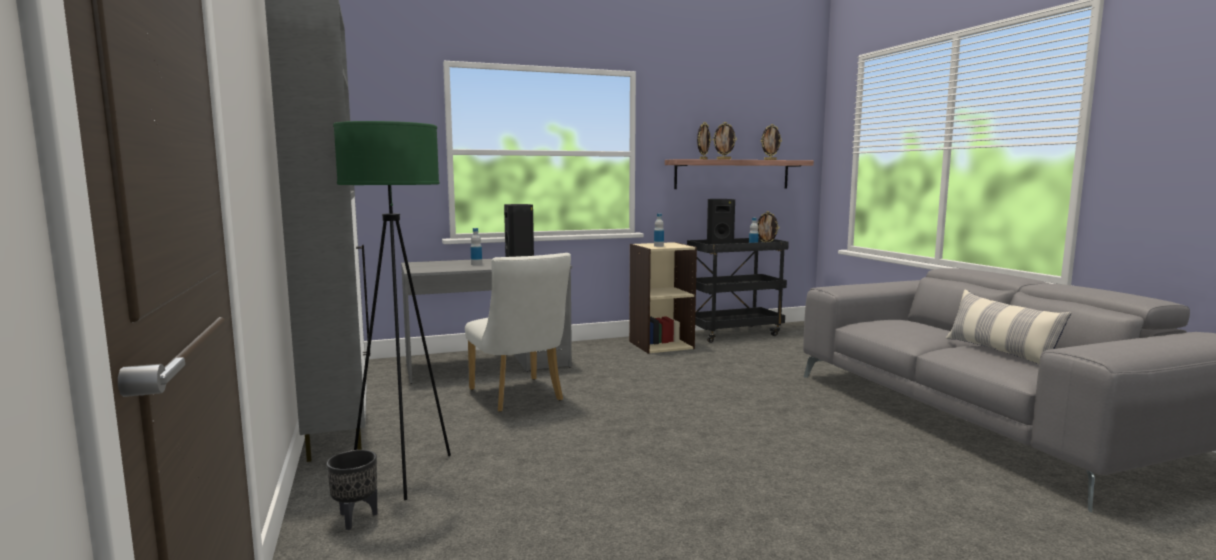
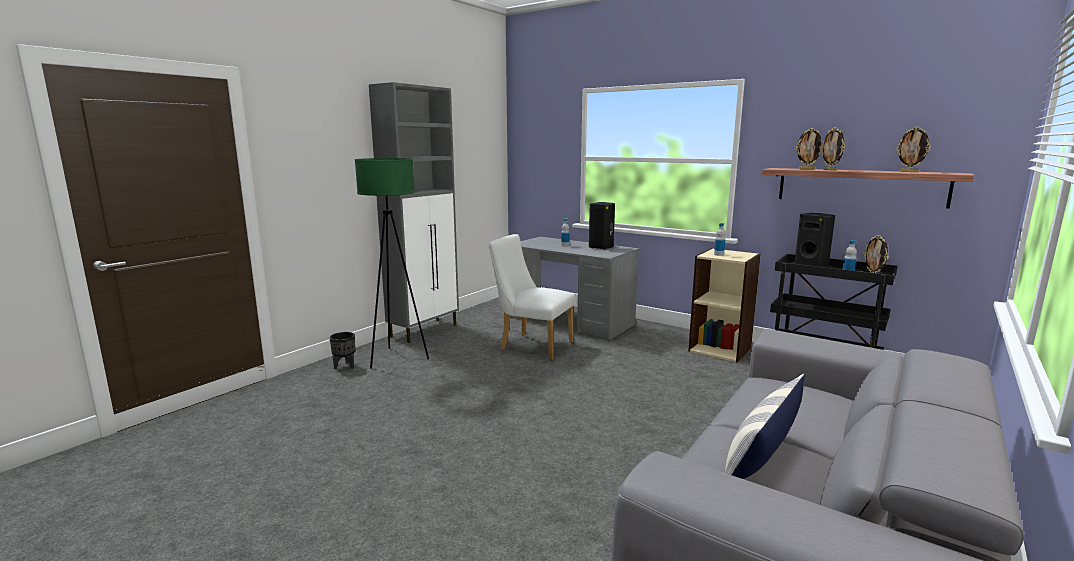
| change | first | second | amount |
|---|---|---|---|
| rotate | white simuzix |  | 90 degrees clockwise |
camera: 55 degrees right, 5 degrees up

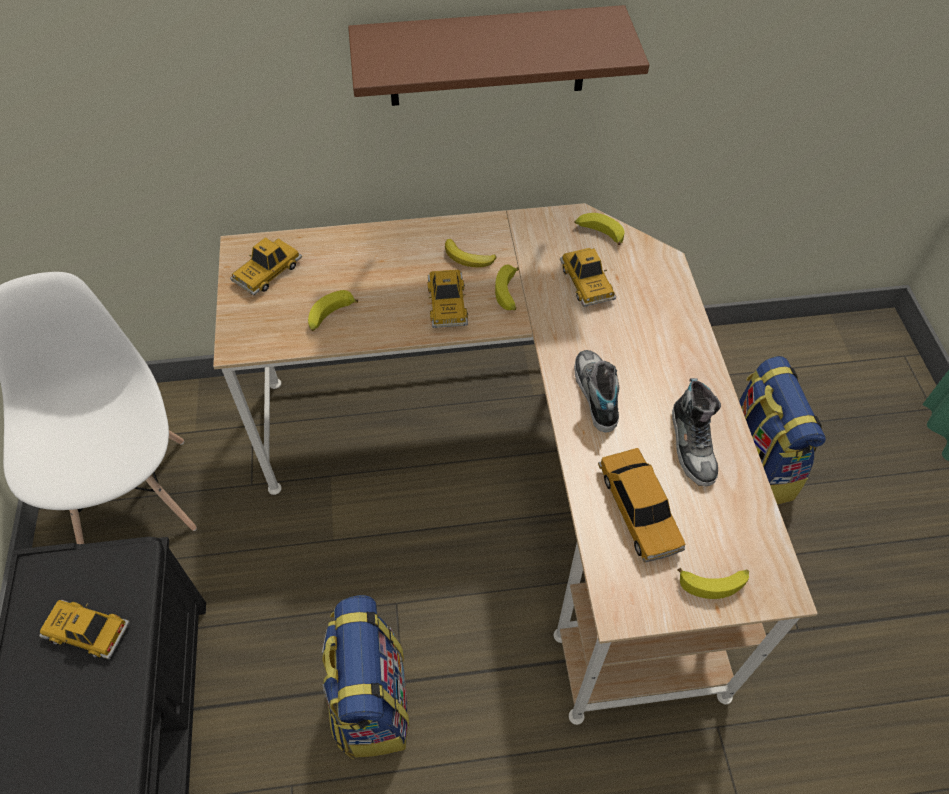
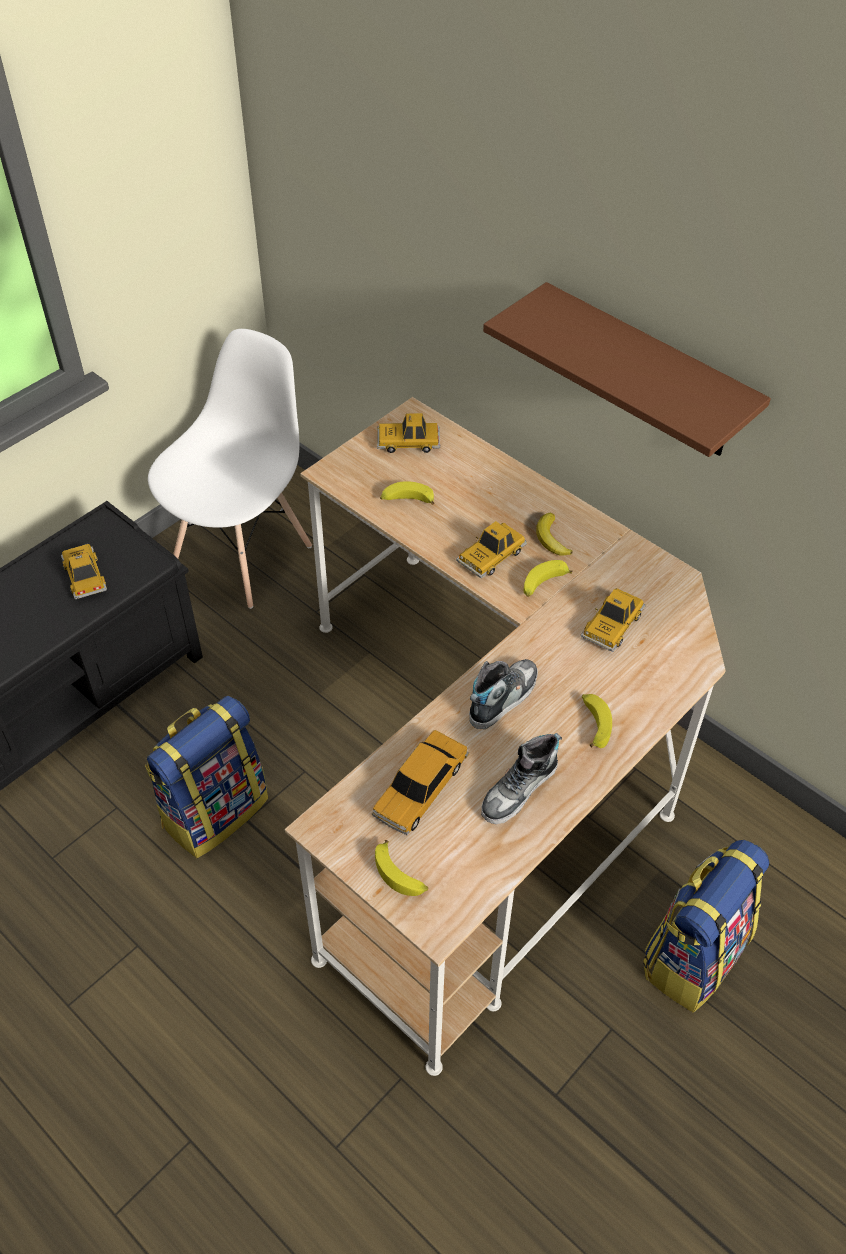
| change | first | second | amount |
|---|---|---|---|
| move | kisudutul (4th from left in the first image) | kisudutul (5th from left) |  |
camera: 50 degrees right, 5 degrees down

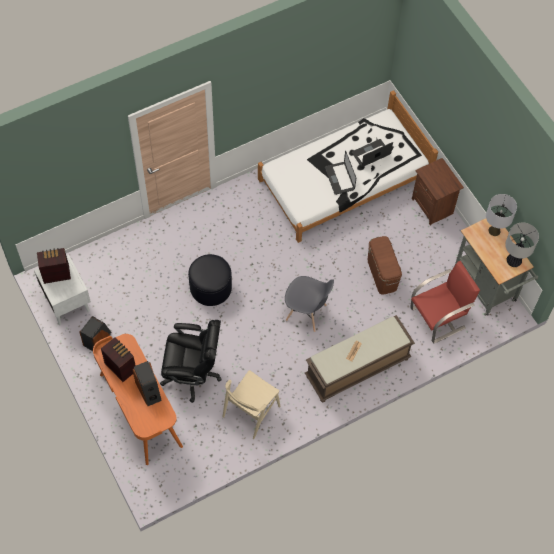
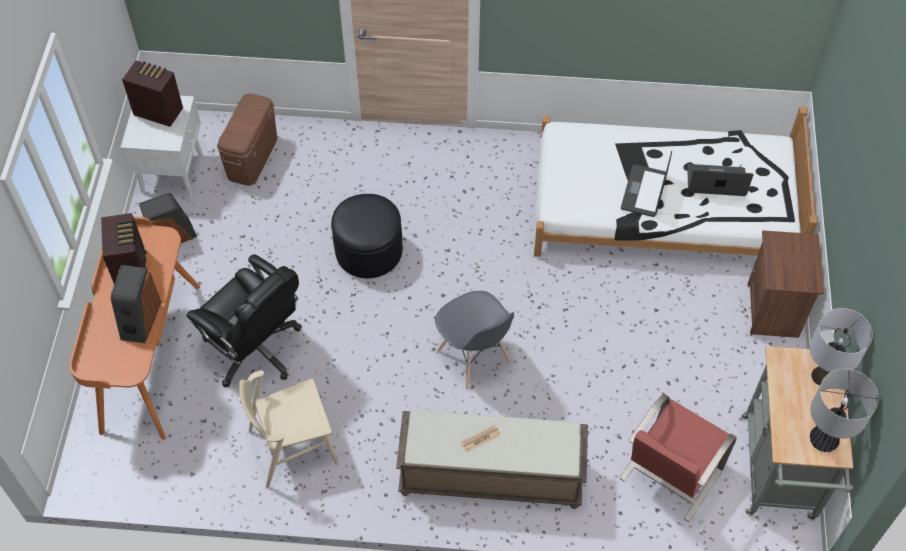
| change | first | second | amount |
|---|---|---|---|
| move | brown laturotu |  |  |
| rotate | red simuzix |  | 120 degrees clockwise |
camera: 35 degrees right, 5 degrees down

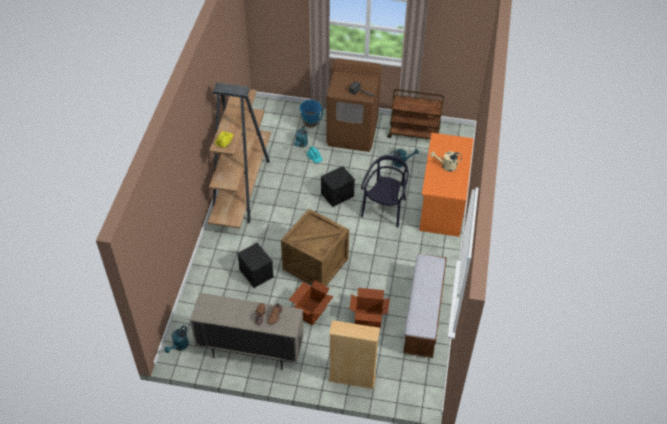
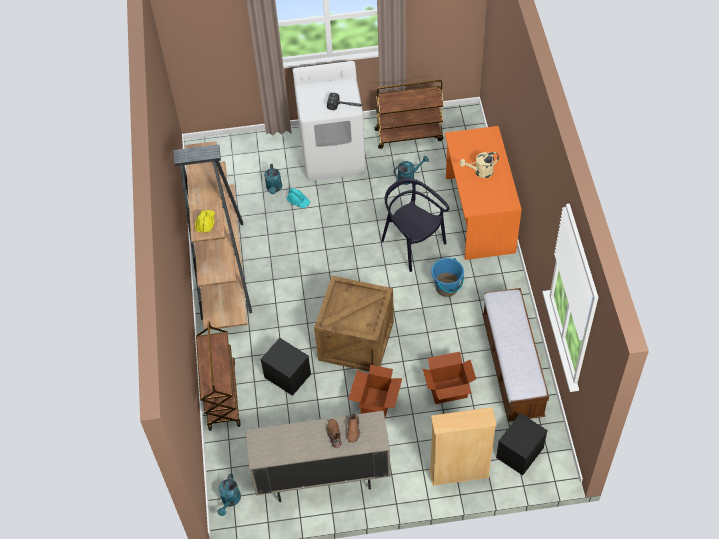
| change | first | second | amount |
|---|---|---|---|
| insert |  | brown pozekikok (1st from left) |  |
| move | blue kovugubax |  |  |
| move | black laturotu (2nd from left) |  |  |
| recolor | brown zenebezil | white zenebezil |  |
| rotate | black simuzix |  | 45 degrees counterclockwise |
camera: 15 degrees left, 5 degrees up

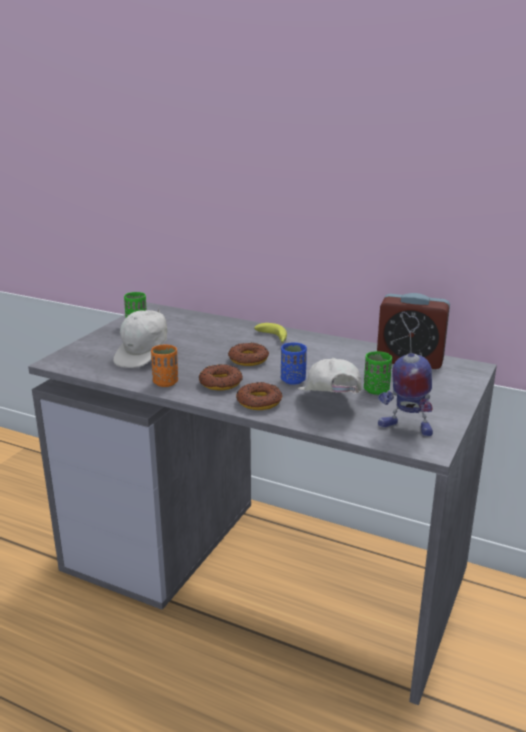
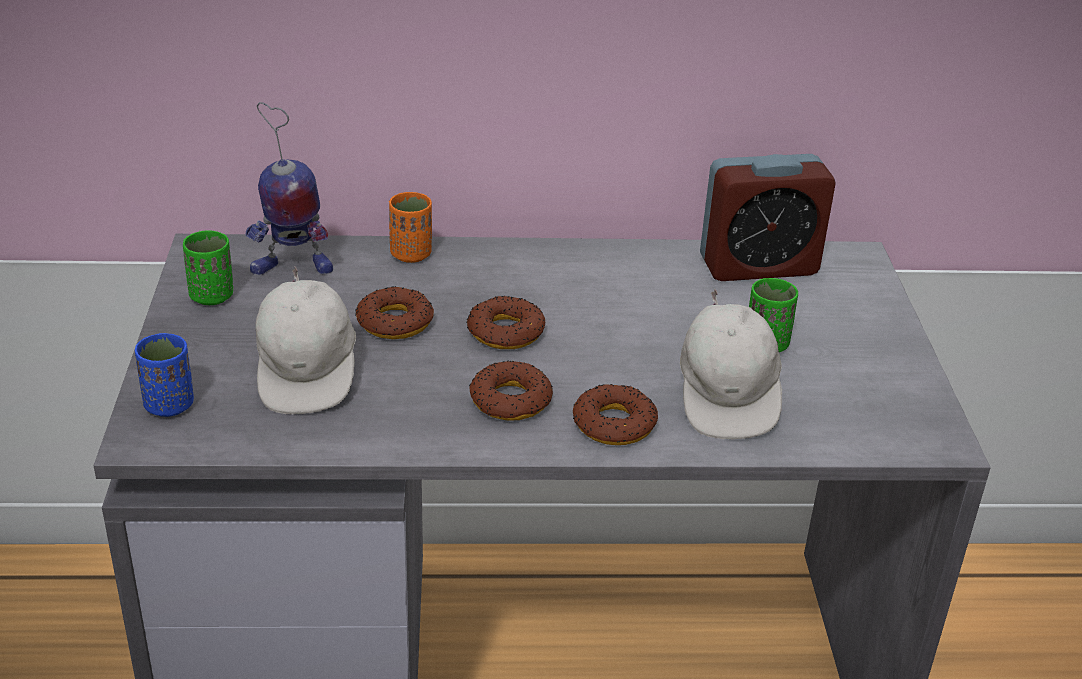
| change | first | second | amount |
|---|---|---|---|
| delete | kisudutul |  |  |
| insert |  | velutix (1st from left) |  |
| move | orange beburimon |  |  |
| move | blue beburimon |  |  |
| move | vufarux |  |  |
| rotate | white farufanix (2nd from left) |  | 135 degrees counterclockwise |
camera: 30 degrees left, 10 degrees up

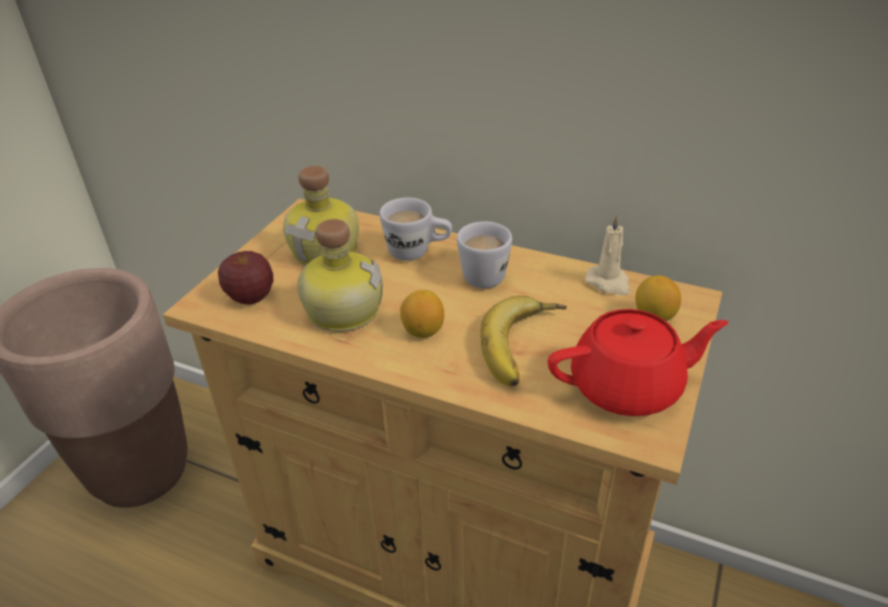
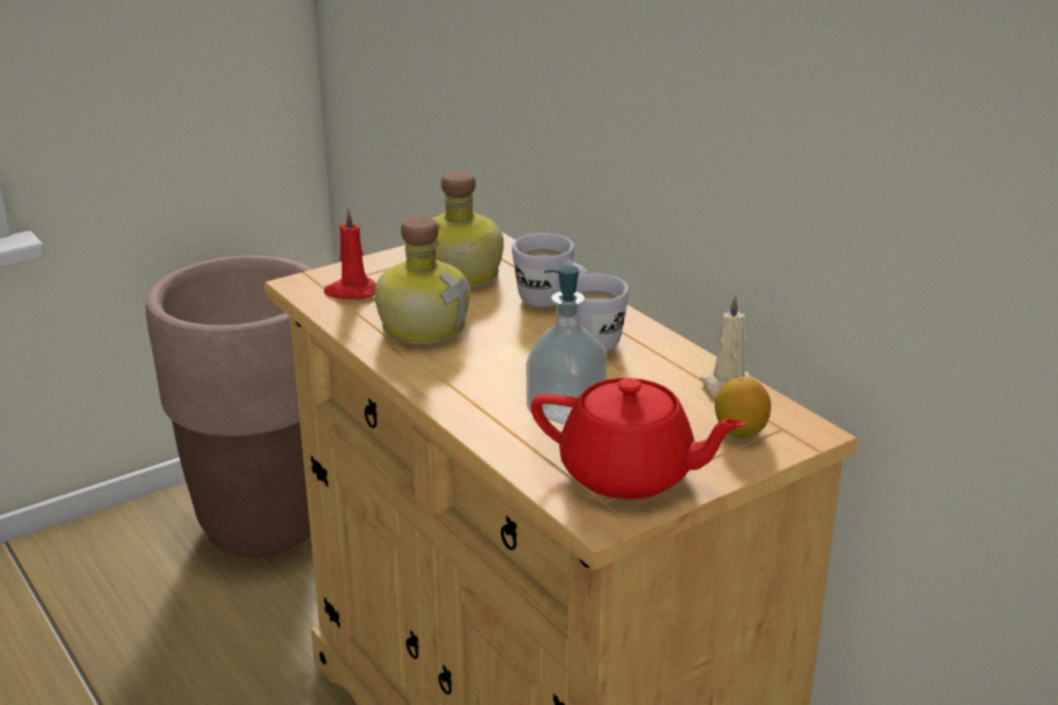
| change | first | second | amount |
|---|---|---|---|
| delete | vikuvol (1st from left) |  |  |
| replace | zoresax | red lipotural |  |
| replace | kisudutul | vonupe |  |
camera: 30 degrees right, 10 degrees down

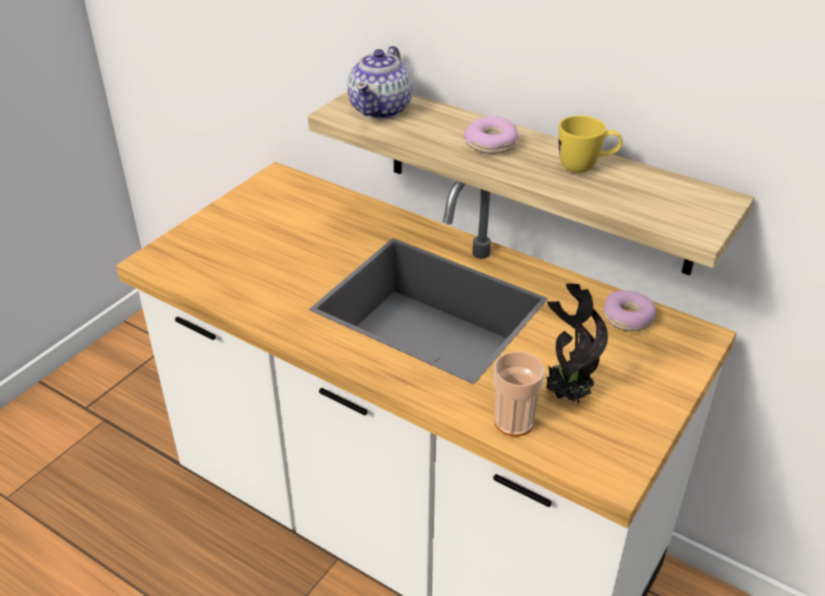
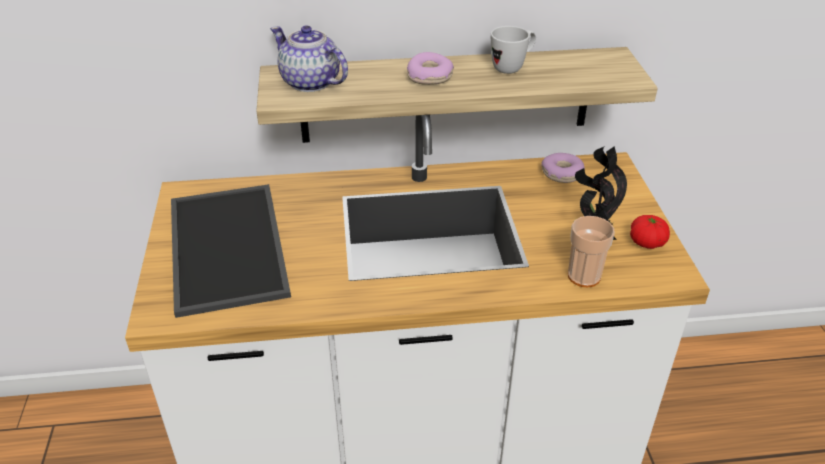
| change | first | second | amount |
|---|---|---|---|
| insert |  | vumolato |  |
| insert |  | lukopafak |  |
| recolor | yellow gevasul | white gevasul |  |
| rotate | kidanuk |  | 150 degrees clockwise |
camera: 40 degrees left, 0 degrees up

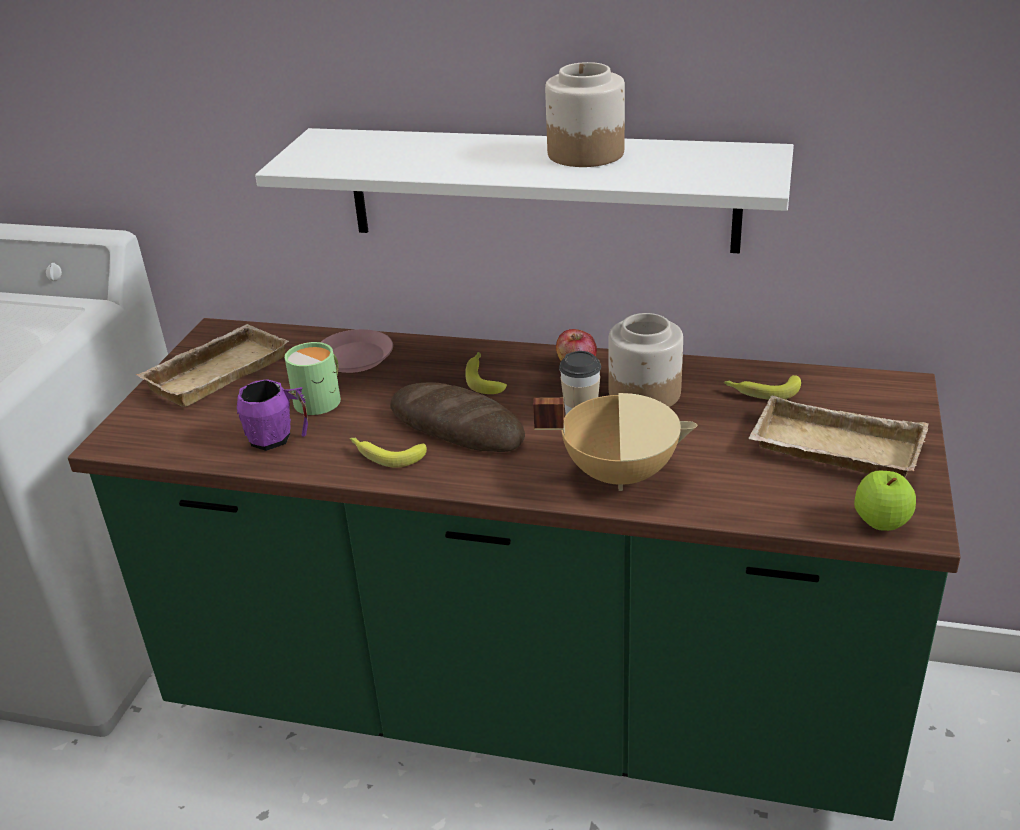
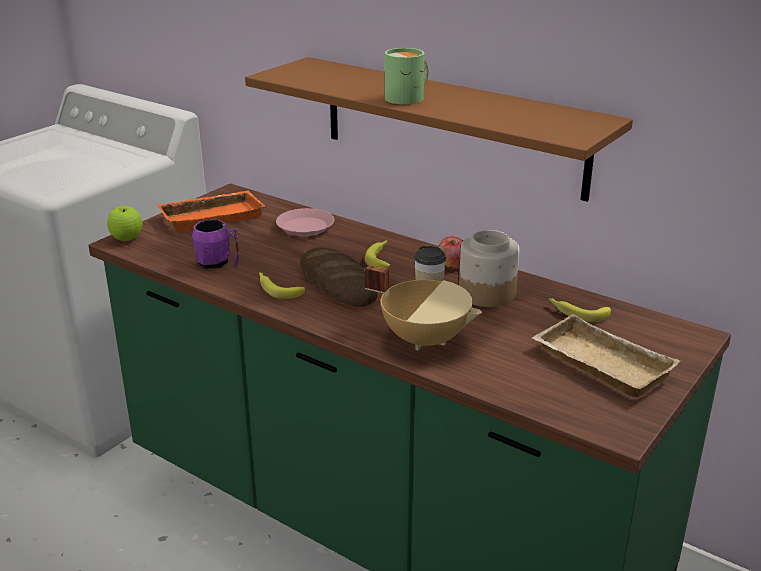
| change | first | second | amount |
|---|---|---|---|
| delete | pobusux (1st from left) |  |  |
| move | green gevasul |  |  |
| move | zoresax (2nd from left in the first image) | zoresax (1st from left) |  |
| recolor | beige vumolato (1st from left) | orange vumolato |  |
| recolor | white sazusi | brown sazusi |  |
camera: 20 degrees right, 5 degrees down

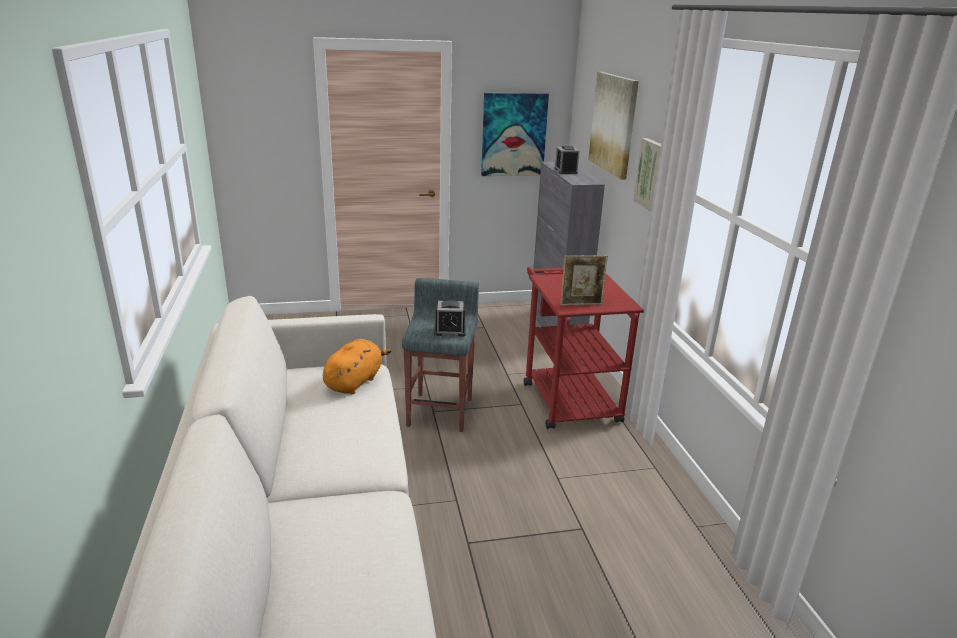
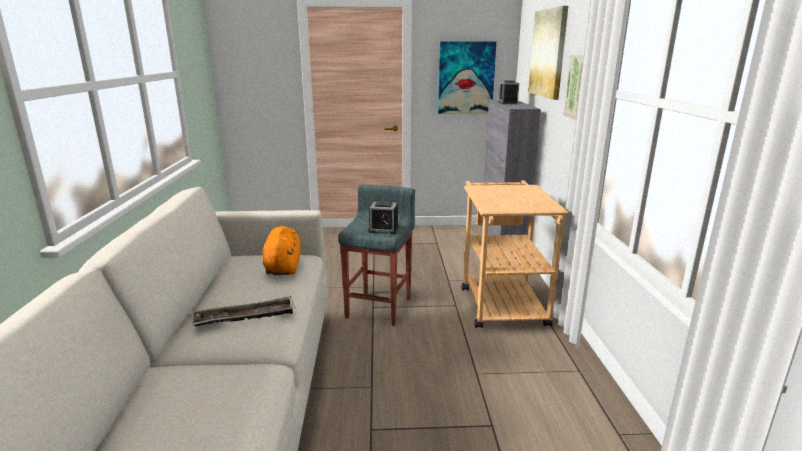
| change | first | second | amount |
|---|---|---|---|
| delete | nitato |  |  |
| insert |  | vumolato |  |
| recolor | red pozekikok | beige pozekikok |  |
| rotate | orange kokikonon |  | 45 degrees counterclockwise |
camera: 10 degrees right, 5 degrees down

